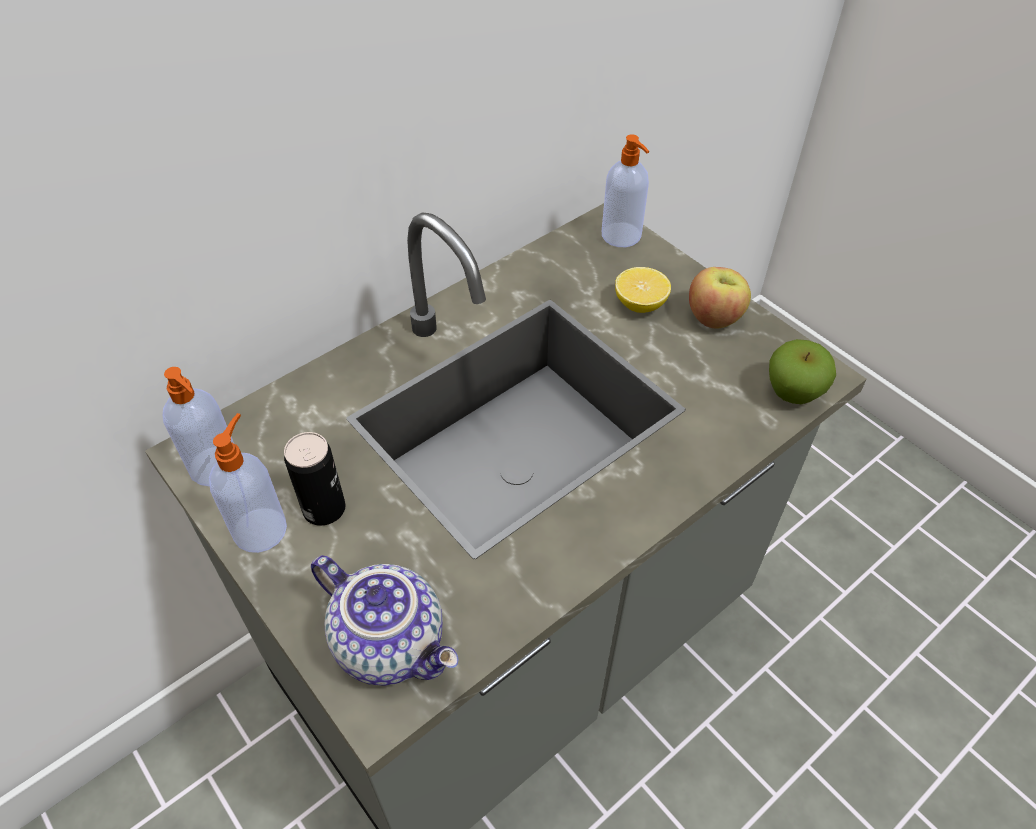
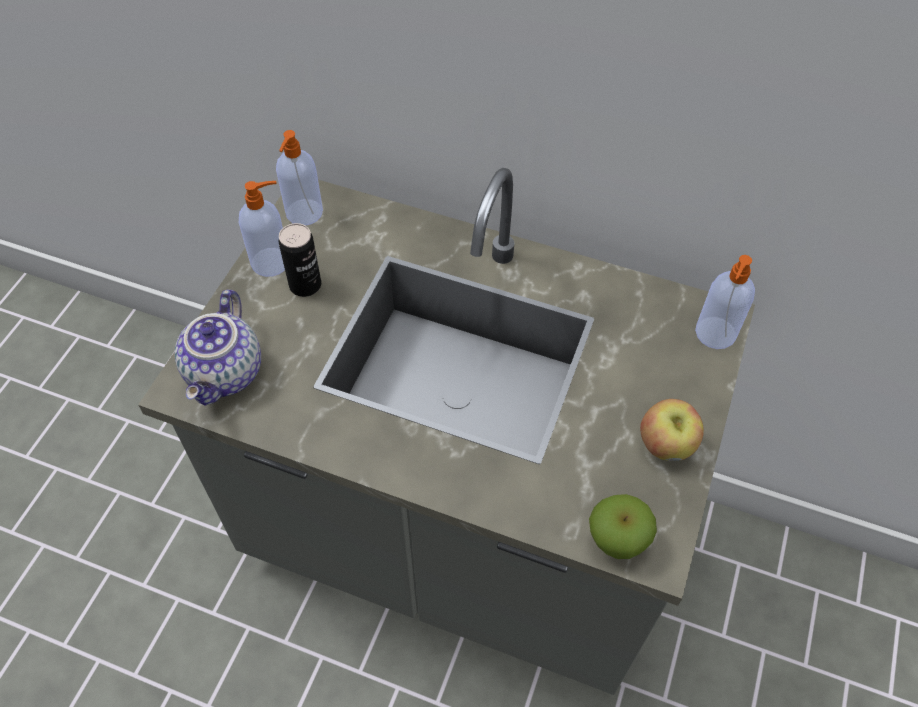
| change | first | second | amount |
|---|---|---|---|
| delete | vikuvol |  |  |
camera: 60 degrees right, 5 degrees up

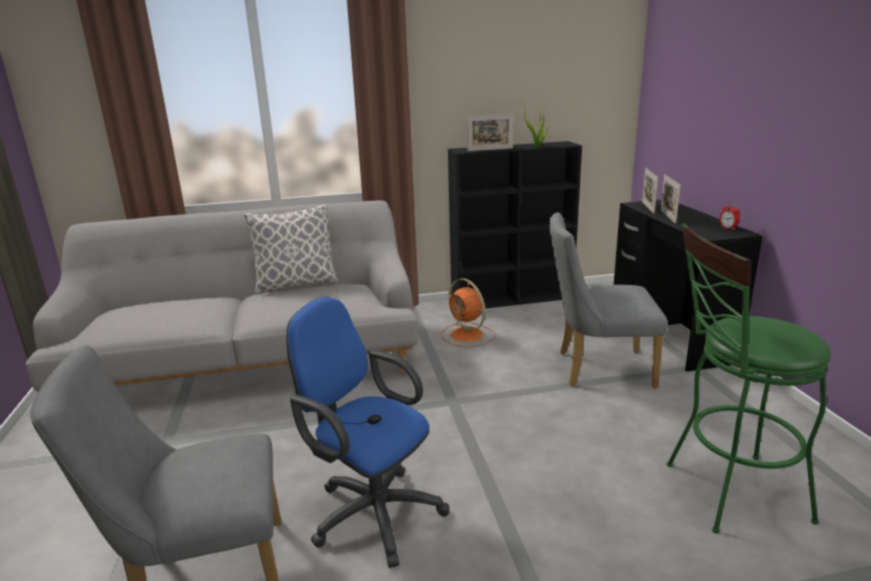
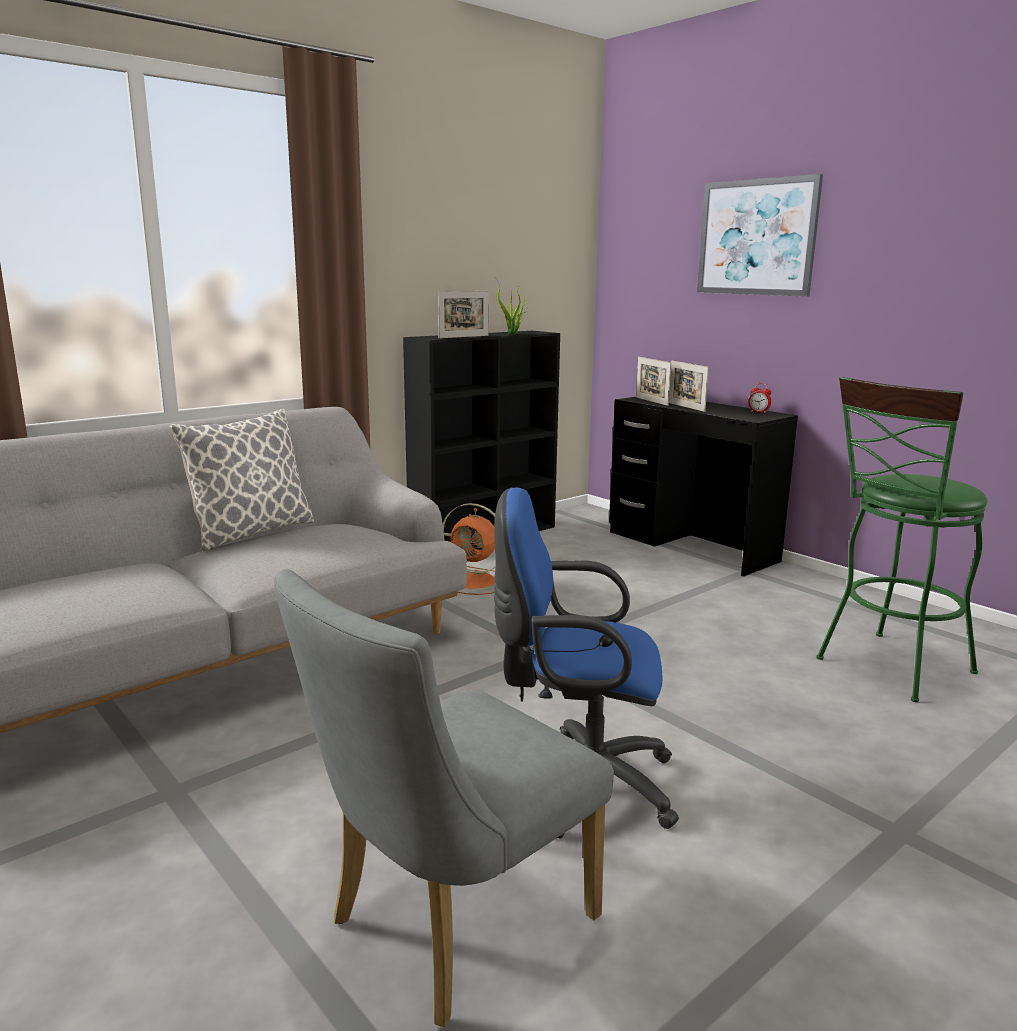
| change | first | second | amount |
|---|---|---|---|
| delete | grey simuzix (2nd from left) |  |  |
| insert |  | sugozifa |  |
camera: 30 degrees left, 5 degrees down

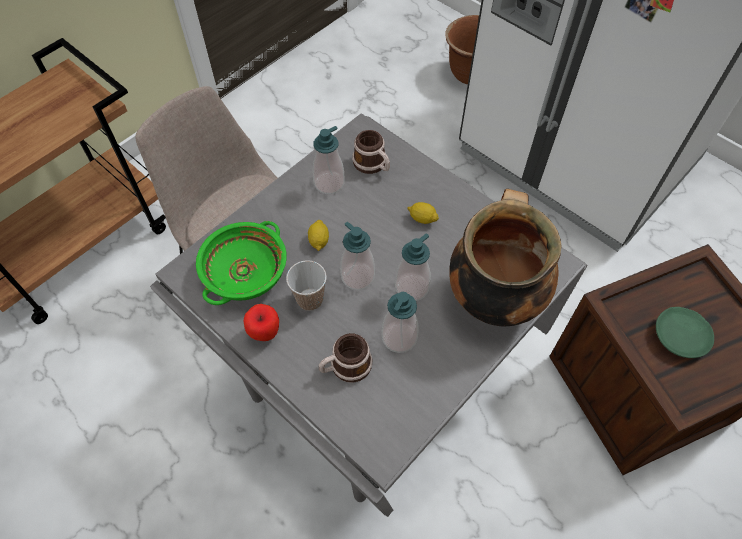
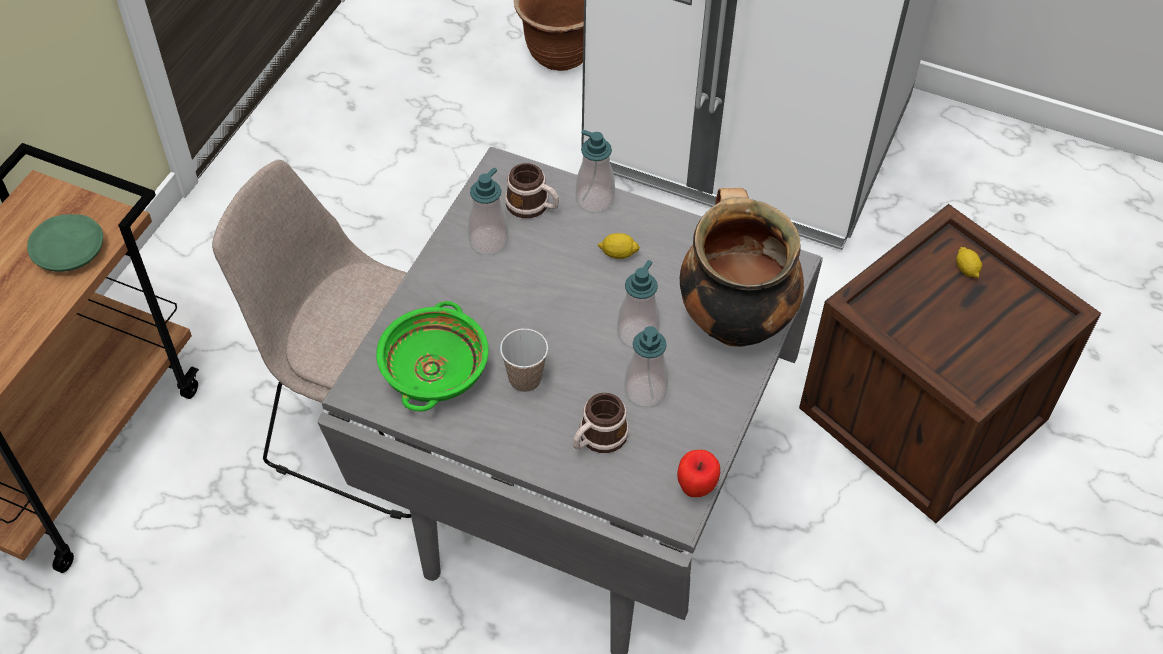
| change | first | second | amount |
|---|---|---|---|
| move | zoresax |  |  |
| move | vikuvol (1st from left in the first image) | vikuvol (2nd from left) |  |
| move | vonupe (2nd from left) |  |  |
| move | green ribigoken |  |  |
camera: 20 degrees left, 5 degrees down

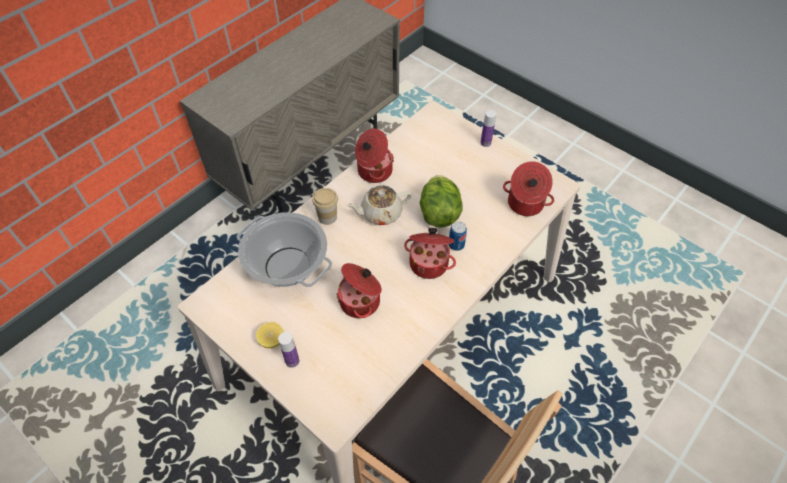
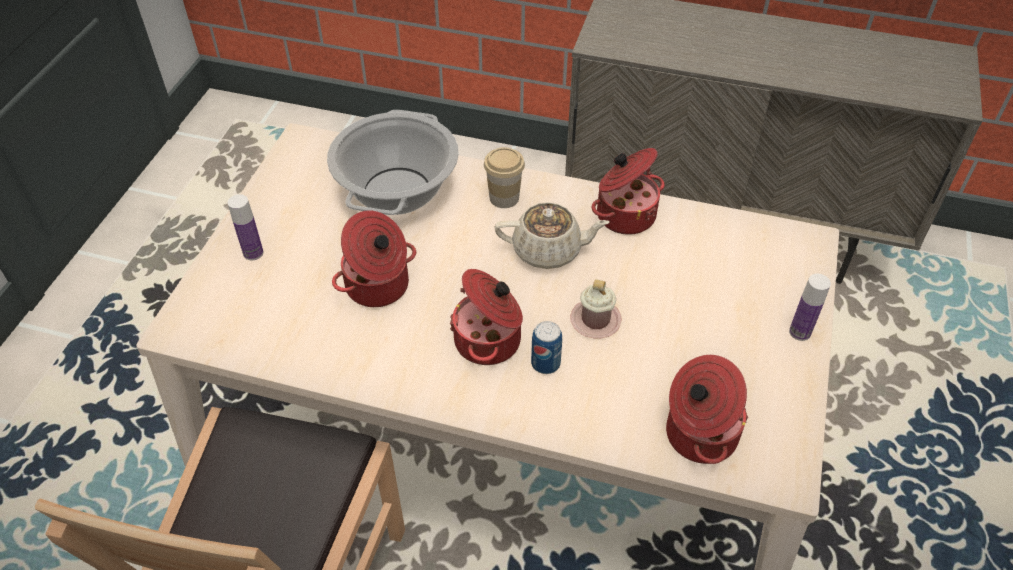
| change | first | second | amount |
|---|---|---|---|
| delete | vikuvol |  |  |
| replace | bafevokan | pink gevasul |  |
| rotate | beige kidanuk |  | 135 degrees clockwise |
camera: 65 degrees right, 5 degrees down

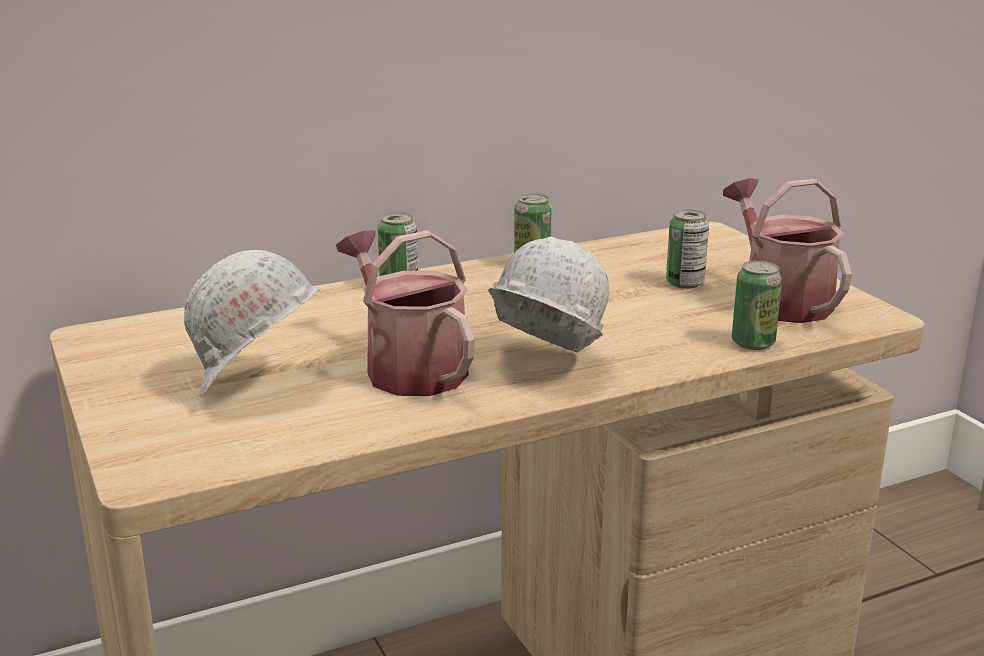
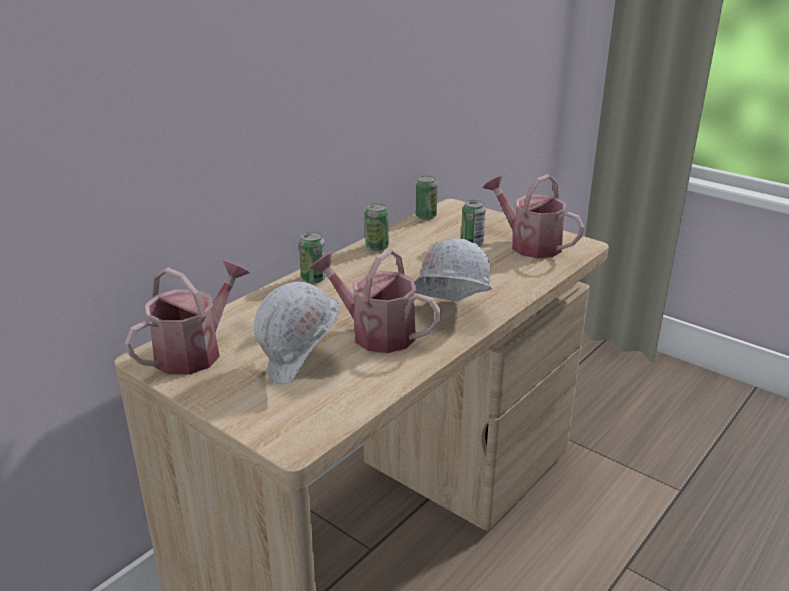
| change | first | second | amount |
|---|---|---|---|
| insert |  | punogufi (1st from left) |  |
| move | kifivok (4th from left in the first image) | kifivok (3rd from left) |  |
camera: 25 degrees left, 5 degrees up

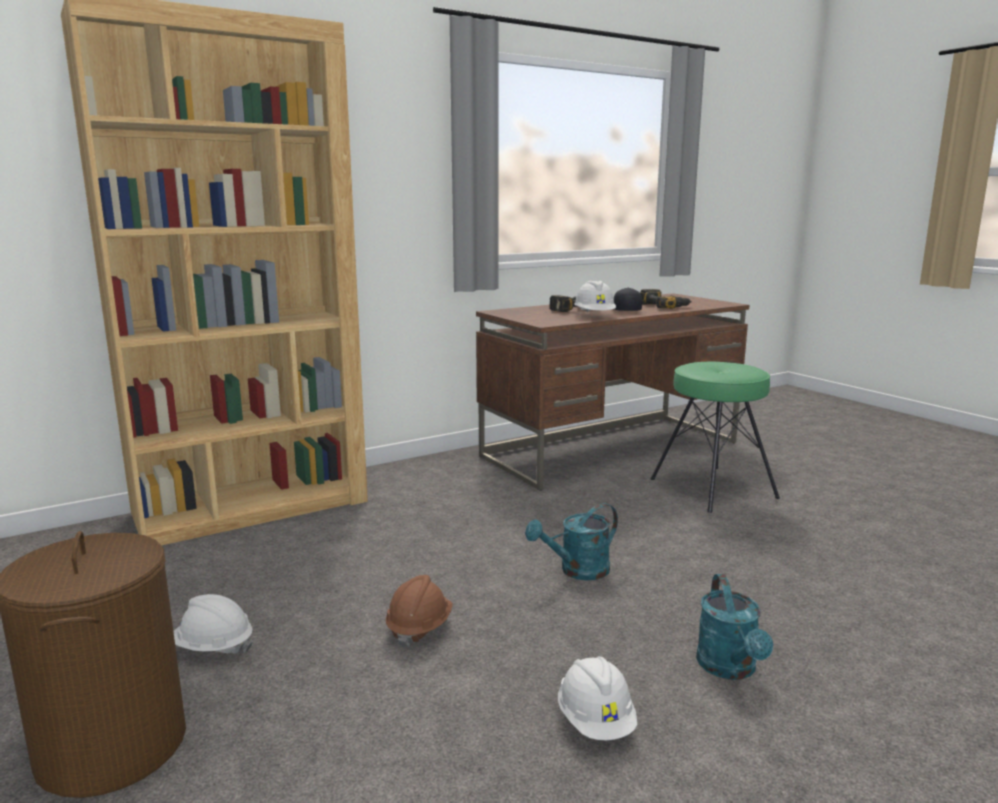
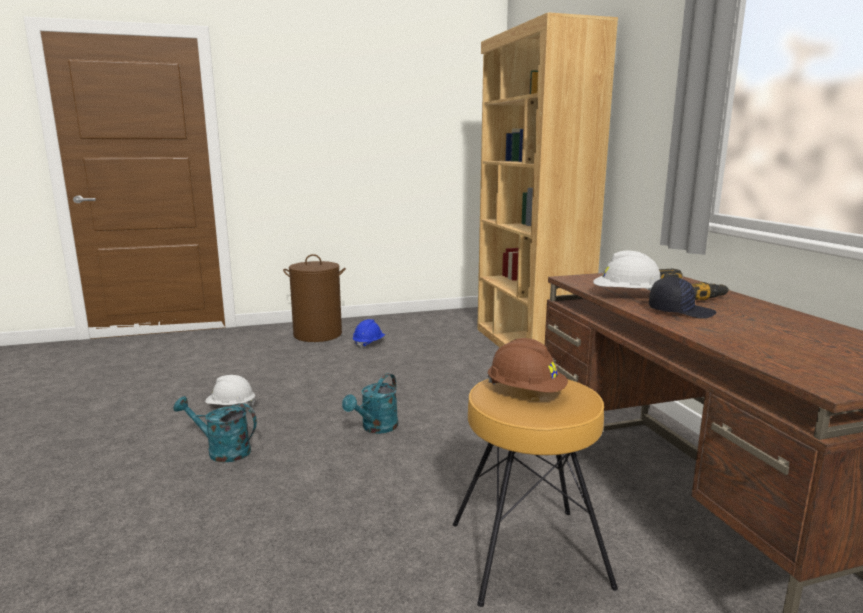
| change | first | second | amount |
|---|---|---|---|
| delete | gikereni (2nd from left) |  |  |
| move | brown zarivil |  |  |
| recolor | white zarivil (1st from left) | blue zarivil |  |
| recolor | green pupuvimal | brown pupuvimal |  |
| rotate | turquoise punogufi (1st from left in the first image) | turquoise punogufi (2nd from left) | 135 degrees counterclockwise |
camera: 105 degrees right, 0 degrees up

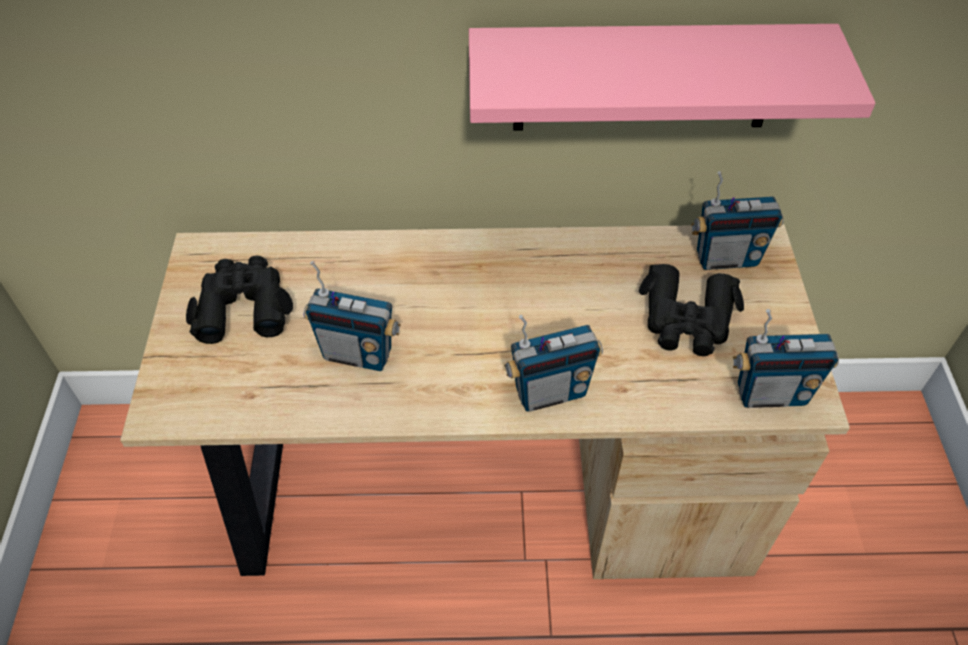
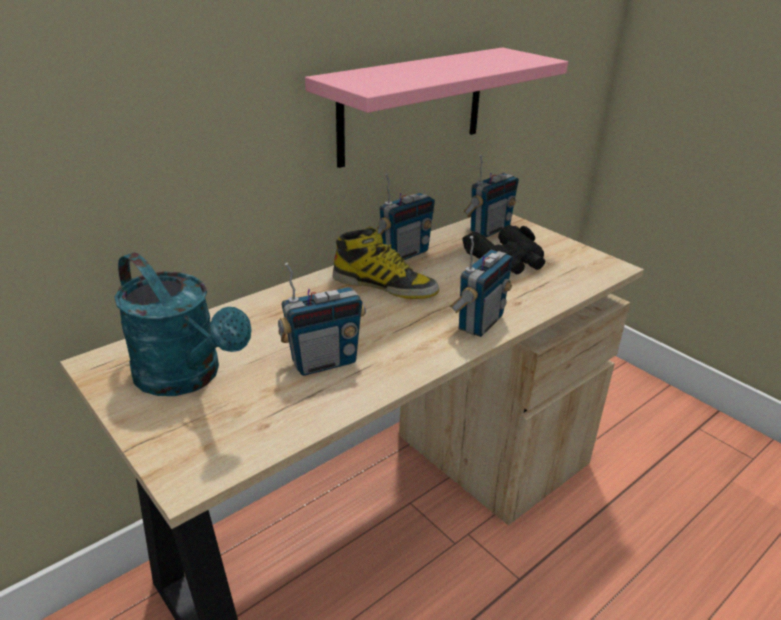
| change | first | second | amount |
|---|---|---|---|
| insert |  | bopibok |  |
| move | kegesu (4th from left in the first image) | kegesu (2nd from left) |  |
| replace | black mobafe (1st from left) | turquoise punogufi |  |
camera: 40 degrees left, 20 degrees down

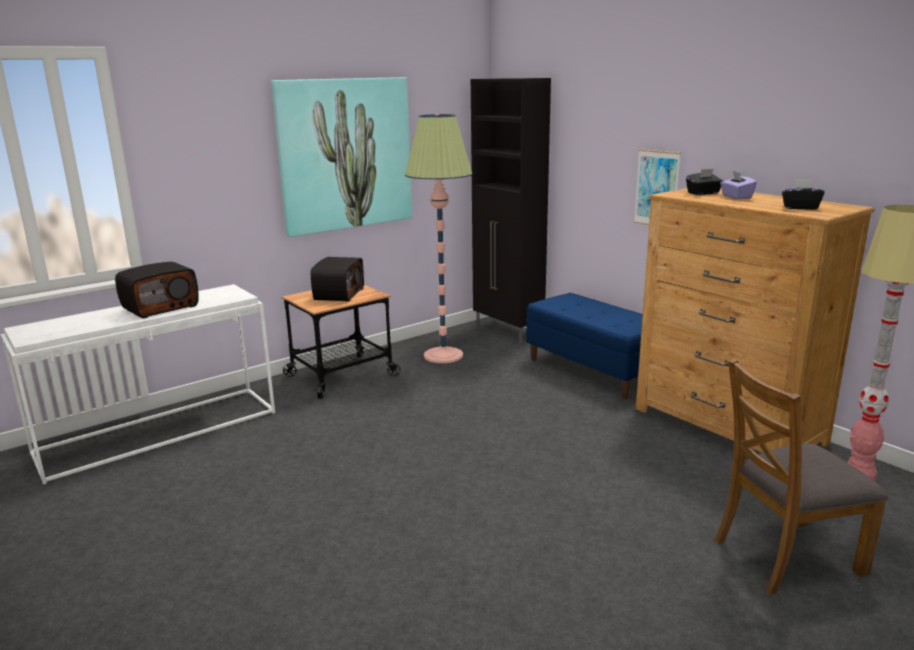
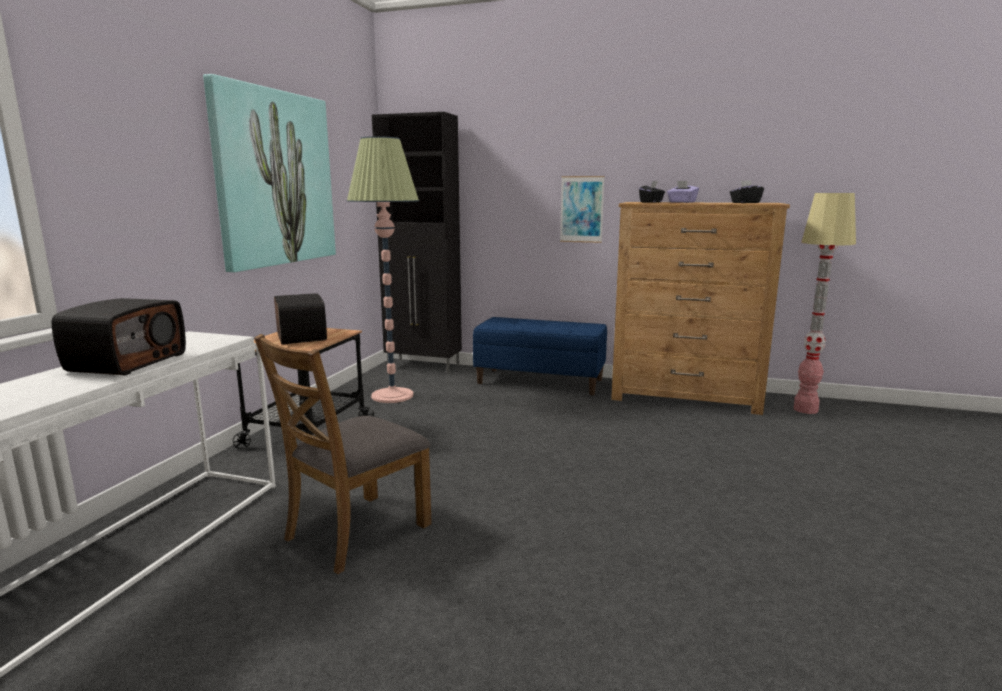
| change | first | second | amount |
|---|---|---|---|
| move | brown simuzix |  |  |
camera: 35 degrees left, 5 degrees down

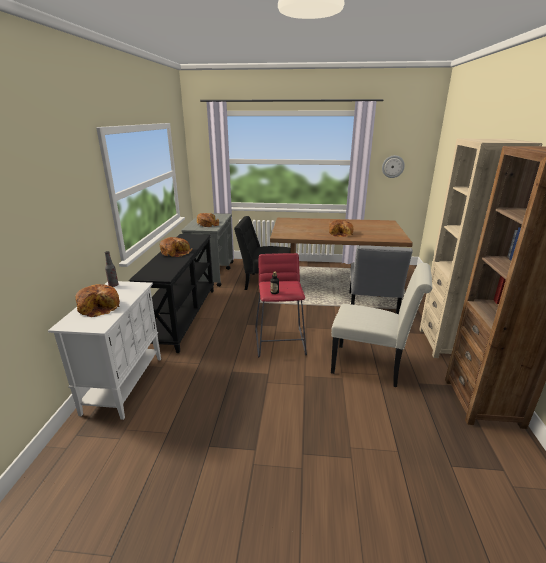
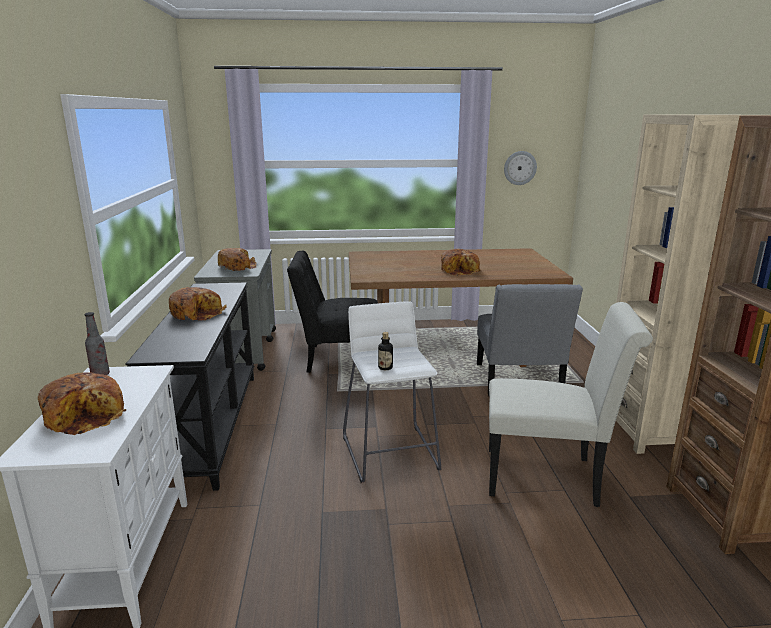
| change | first | second | amount |
|---|---|---|---|
| recolor | red pupuvimal | white pupuvimal |  |
camera: 10 degrees left, 5 degrees down

